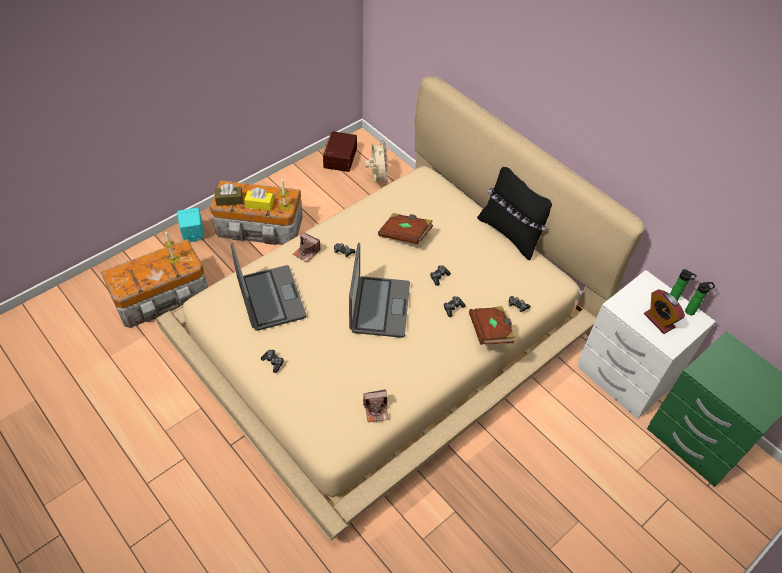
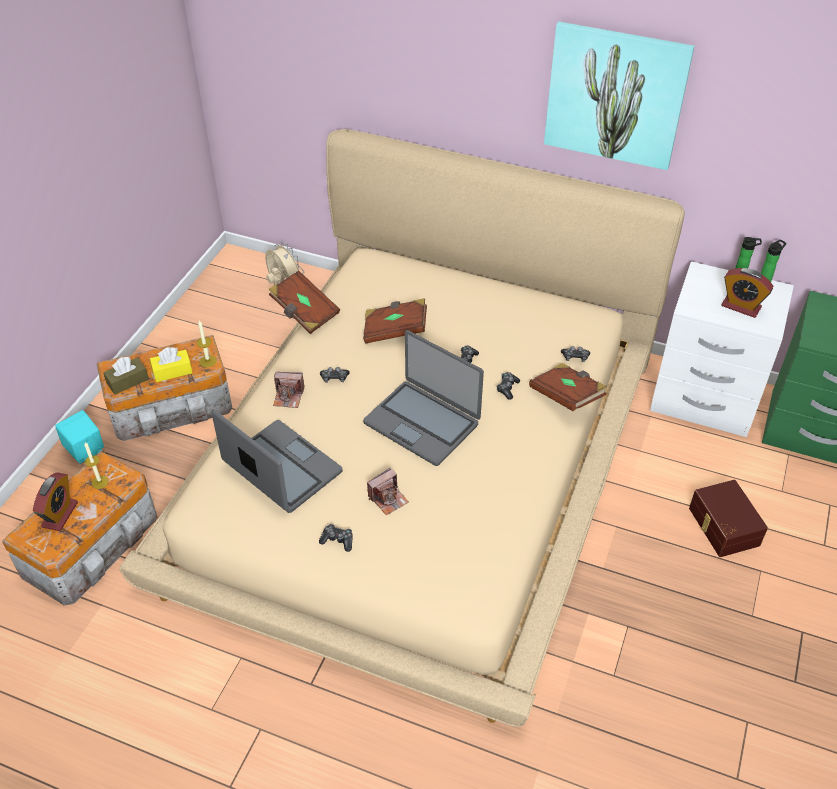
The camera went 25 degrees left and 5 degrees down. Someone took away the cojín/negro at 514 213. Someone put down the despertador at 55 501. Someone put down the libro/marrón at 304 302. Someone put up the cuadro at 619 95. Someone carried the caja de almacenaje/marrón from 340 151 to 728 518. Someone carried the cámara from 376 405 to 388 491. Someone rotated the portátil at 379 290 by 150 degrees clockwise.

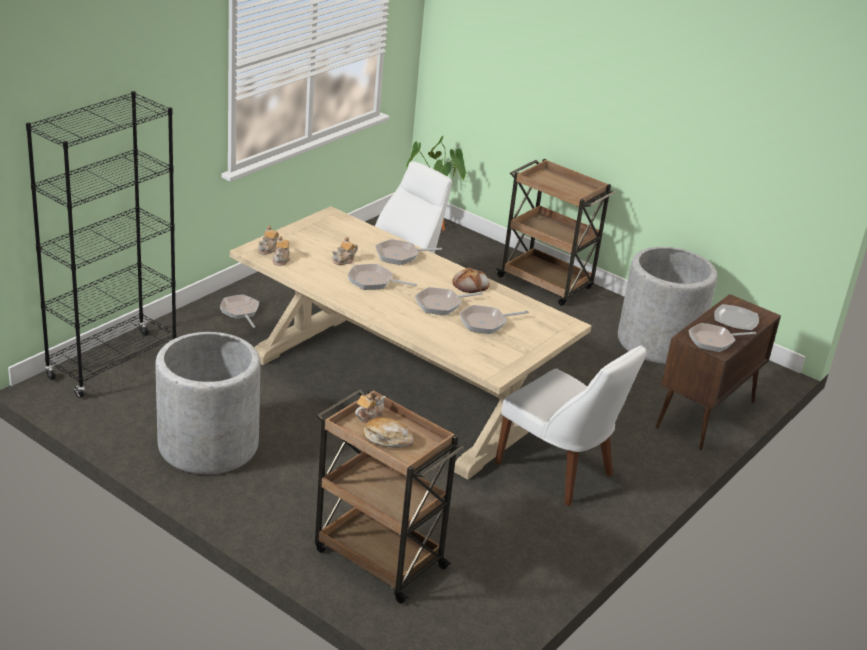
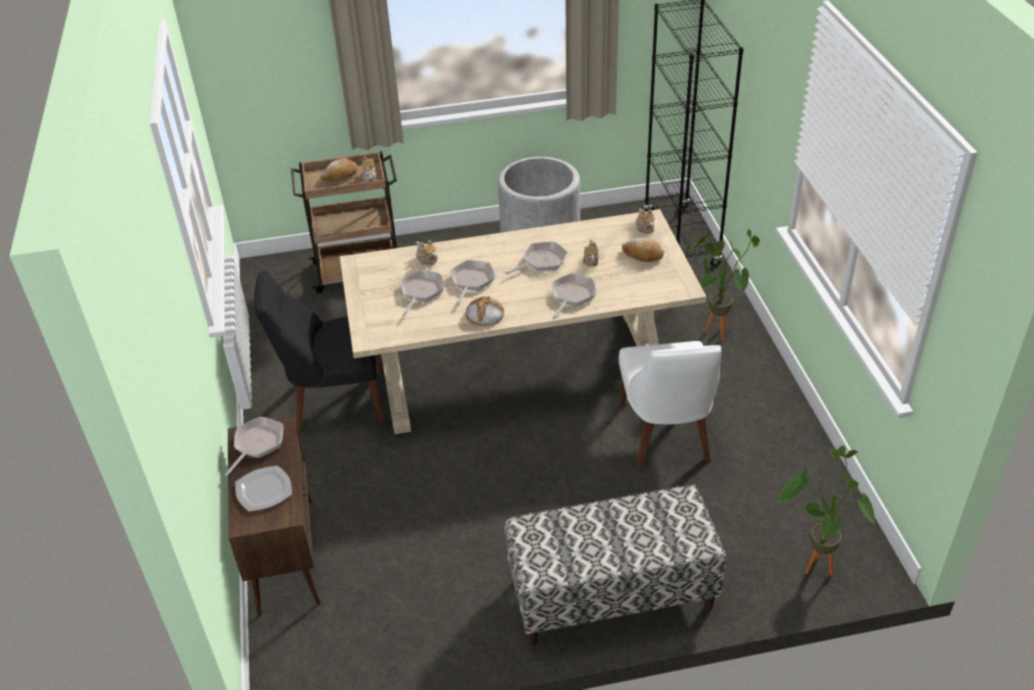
The camera went 135 degrees right and 10 degrees up. Someone took away the maceta/gris at 667 305. Someone put down the pan at 643 250. Someone carried the tetera from 281 251 to 427 252. Someone swapped the sartén at 239 311 for the planta en maceta at 723 284. Someone swapped the carrito/marrón at 556 232 for the banco at 615 565. Someone repainted the silla/blanco at 570 426, which became the silla/negro at 319 350.

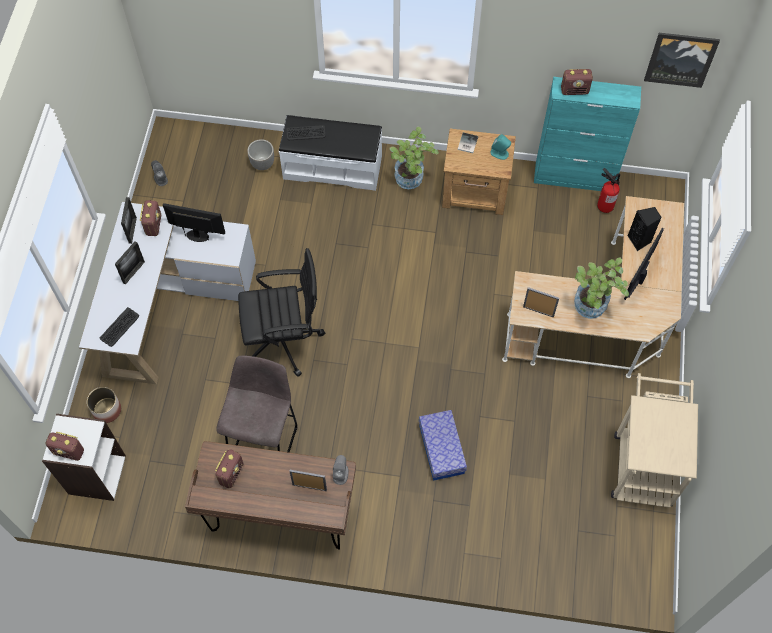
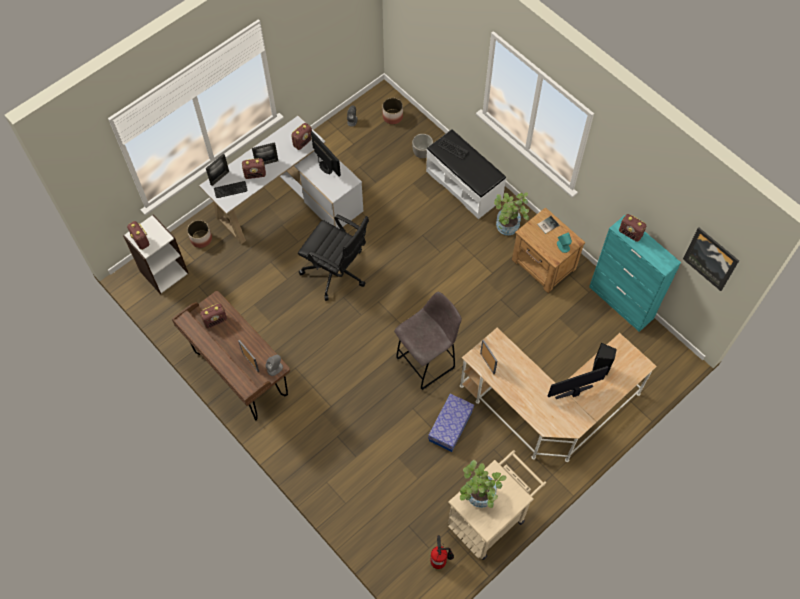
The camera went 40 degrees right and 0 degrees up. Someone put down the radio at 254 168. Someone put down the maceta at 393 111. Someone carried the portarretratos from 129 220 to 217 170. Someone carried the taburete/gris from 257 404 to 428 341. Someone carried the caja de almacenaje from 443 445 to 451 423. Someone carried the planta en maceta from 601 288 to 483 484. Someone carried the extintor from 608 190 to 442 552.

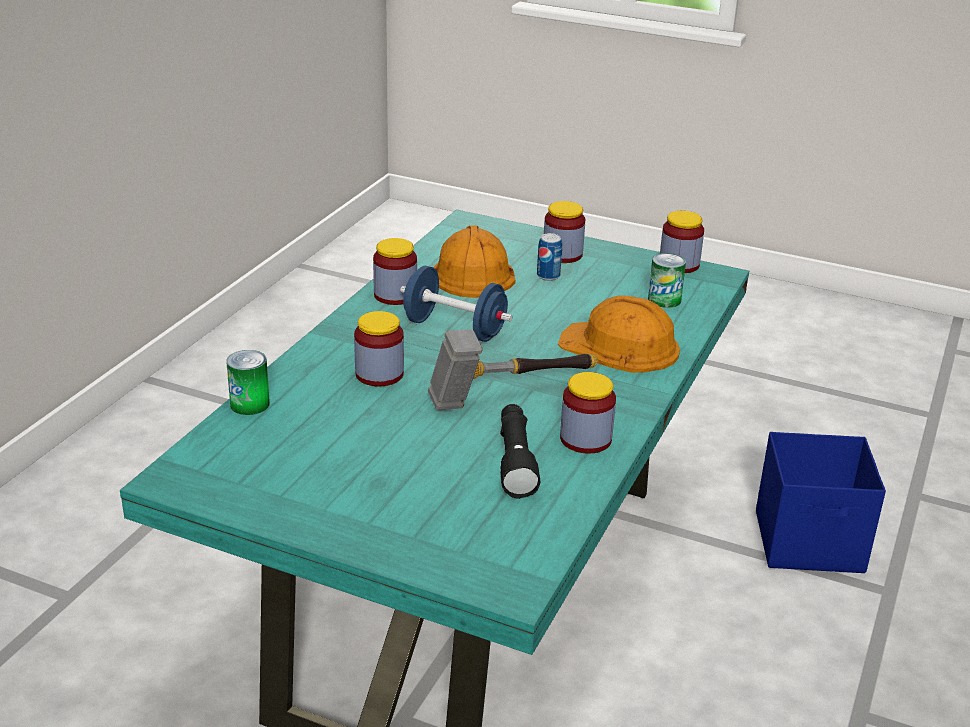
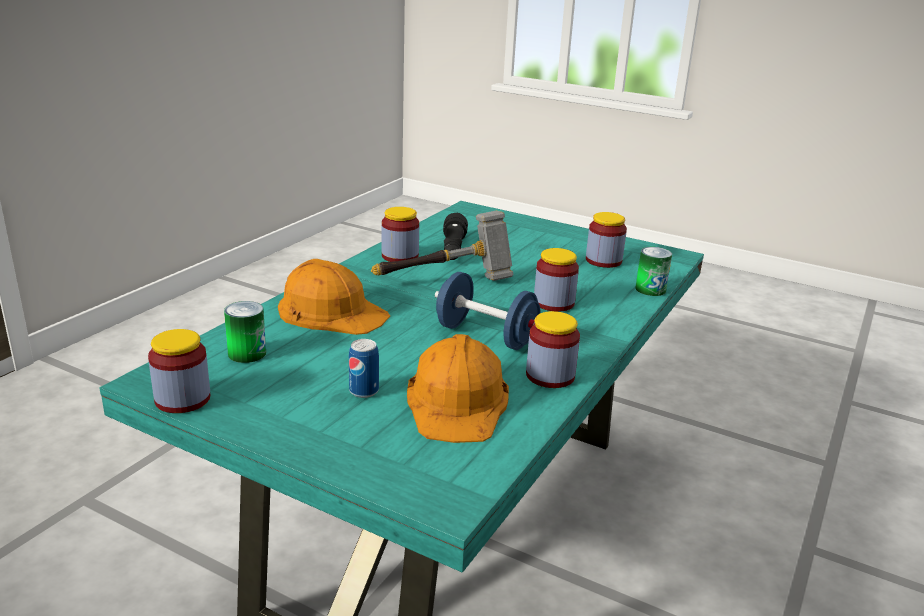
The camera went 175 degrees left and 5 degrees down. Someone took away the caja de almacenaje/azul at 821 502. Someone carried the tarro from 564 232 to 606 240.

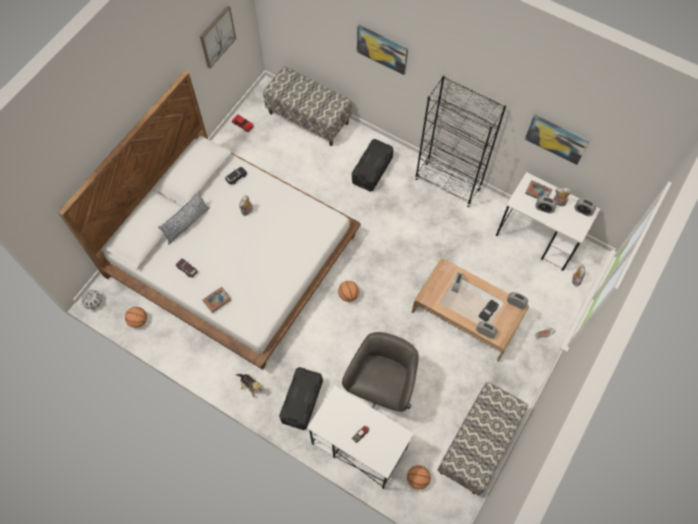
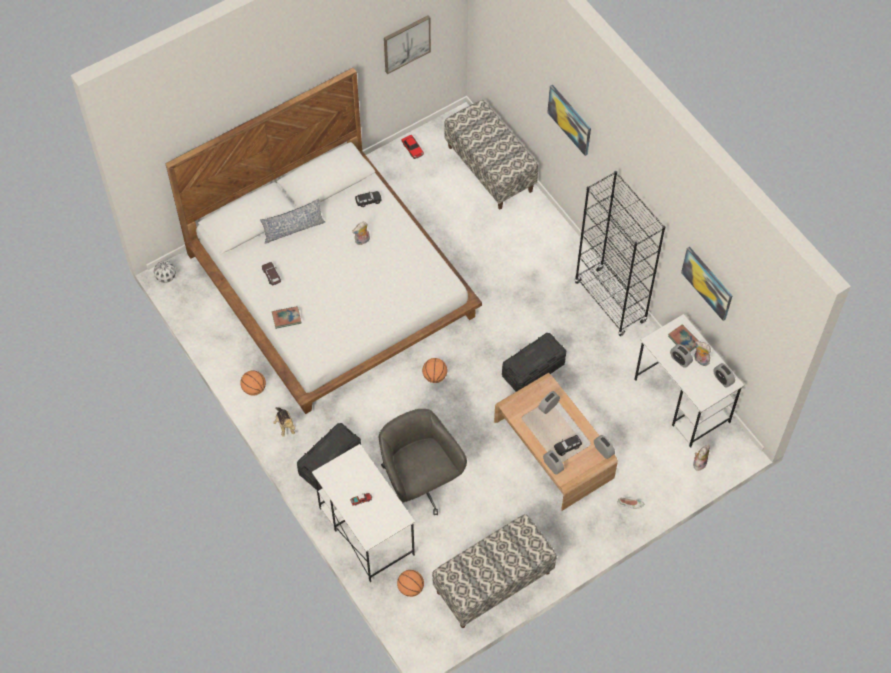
The camera went 25 degrees right and 5 degrees down. Someone carried the balón de baloncesto from 136 317 to 253 383. Someone carried the caja de almacenaje/negro from 373 165 to 534 362. Someone rotated the silla de oficina/gris at 380 372 by 75 degrees counterclockwise.

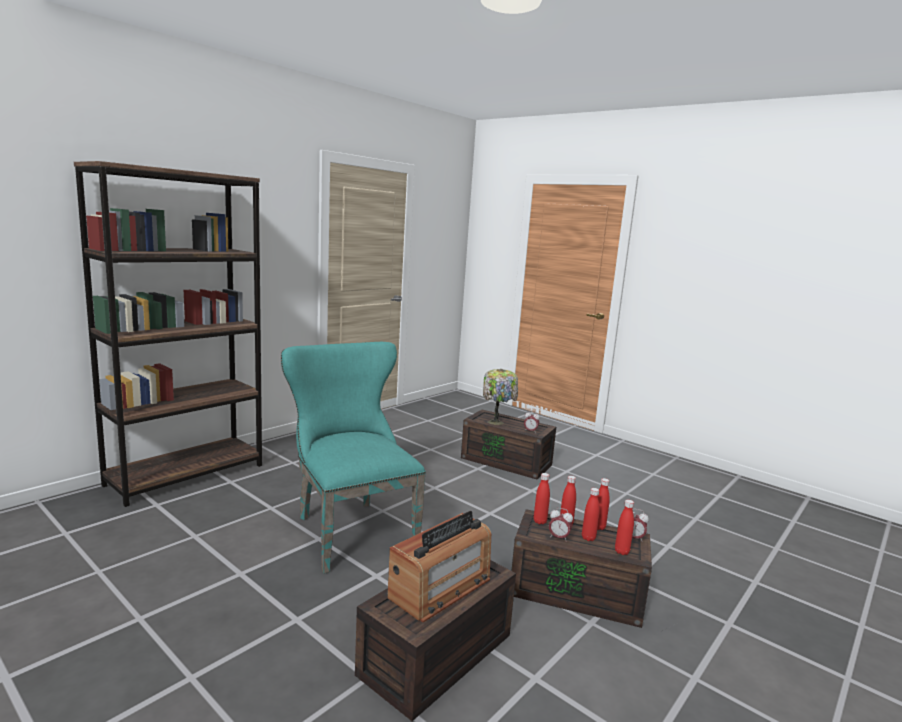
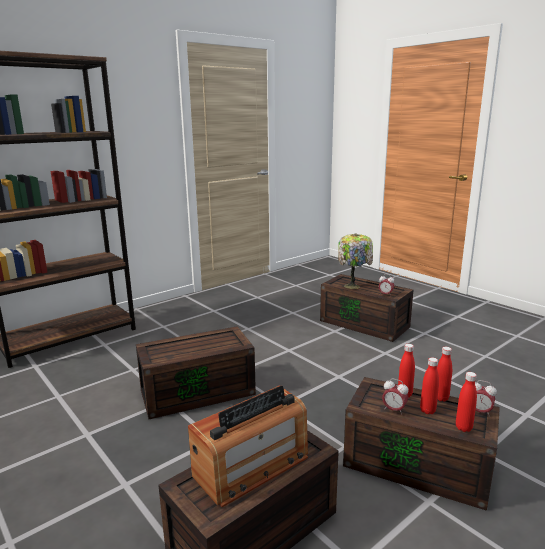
The camera went 10 degrees right and 5 degrees up. Someone took away the botella/rojo at 542 498. Someone swapped the silla/turquesa at 353 458 for the caja de almacenaje/marrón at 196 372.

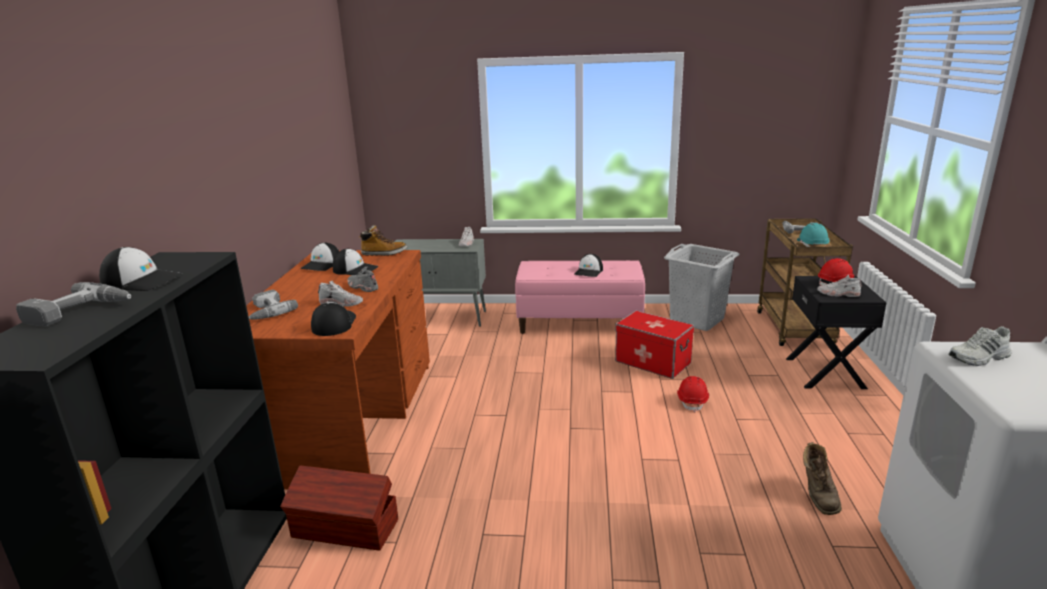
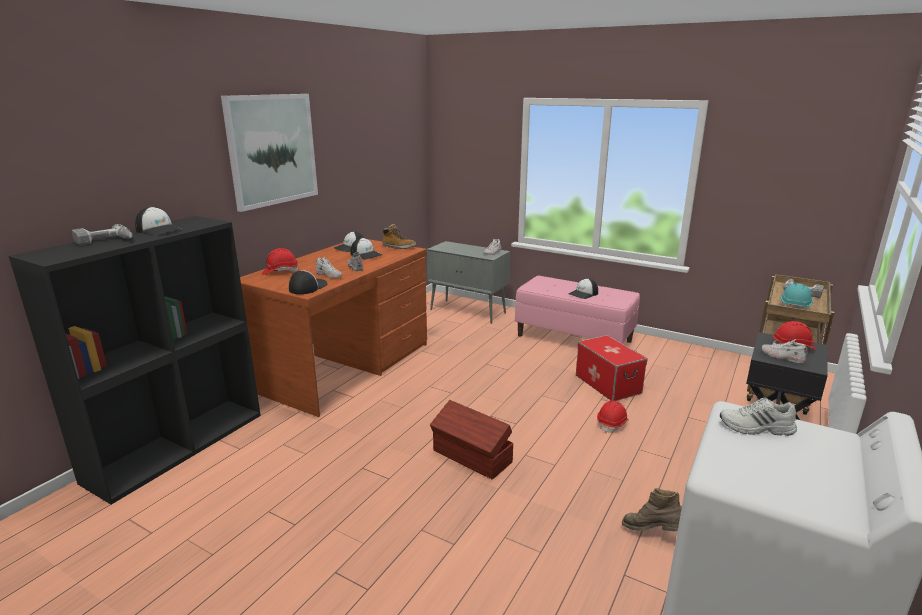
The camera went 25 degrees right and 0 degrees up. Someone took away the cesto de la ropa/gris at 701 287. Someone put up the cuadro at 269 153. Someone carried the caja de almacenaje/marrón from 339 508 to 471 439. Someone swapped the taladro at 273 304 for the casco/rojo at 280 261. Someone rotated the bota/marrón at 822 478 by 90 degrees clockwise.

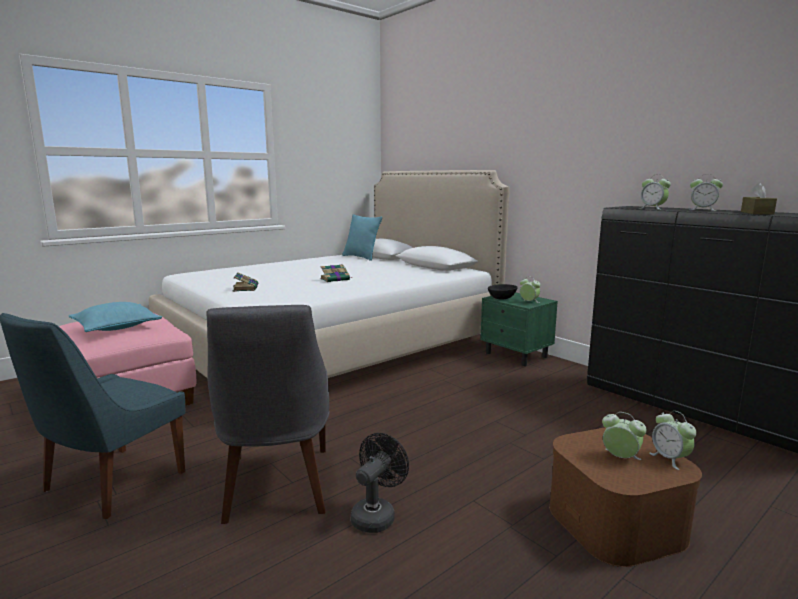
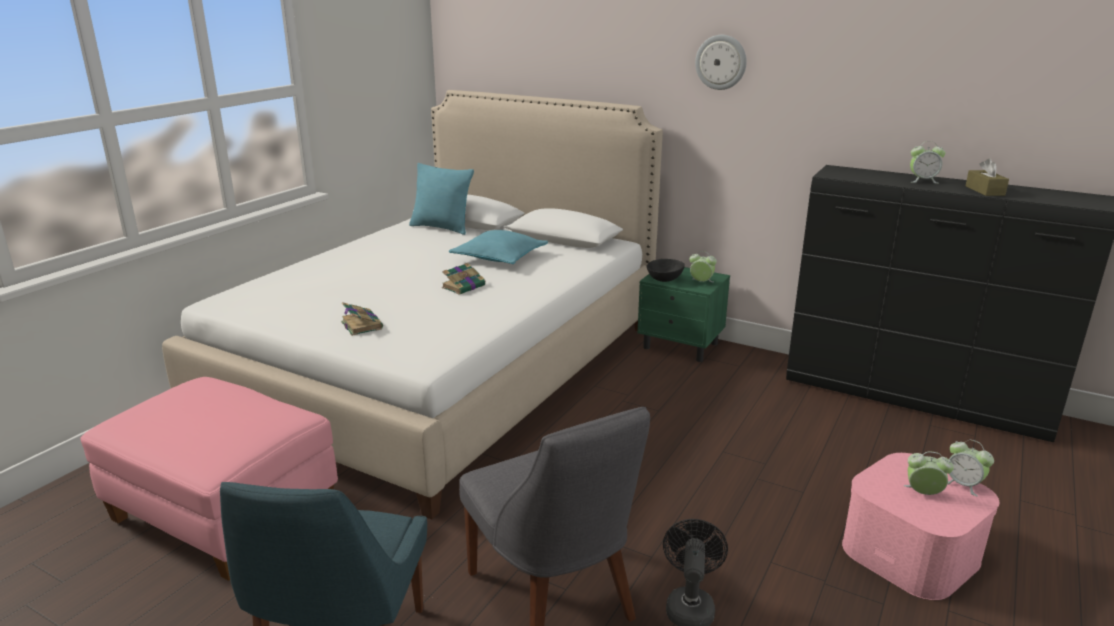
The camera went 20 degrees left and 10 degrees up. Someone took away the despertador at 655 192. Someone put up the reloj de pared at 721 62. Someone carried the cojín/turquesa from 115 317 to 498 247. Someone repainted the caja de almacenaje/marrón at 625 497, which became the caja de almacenaje/rosa at 921 526.

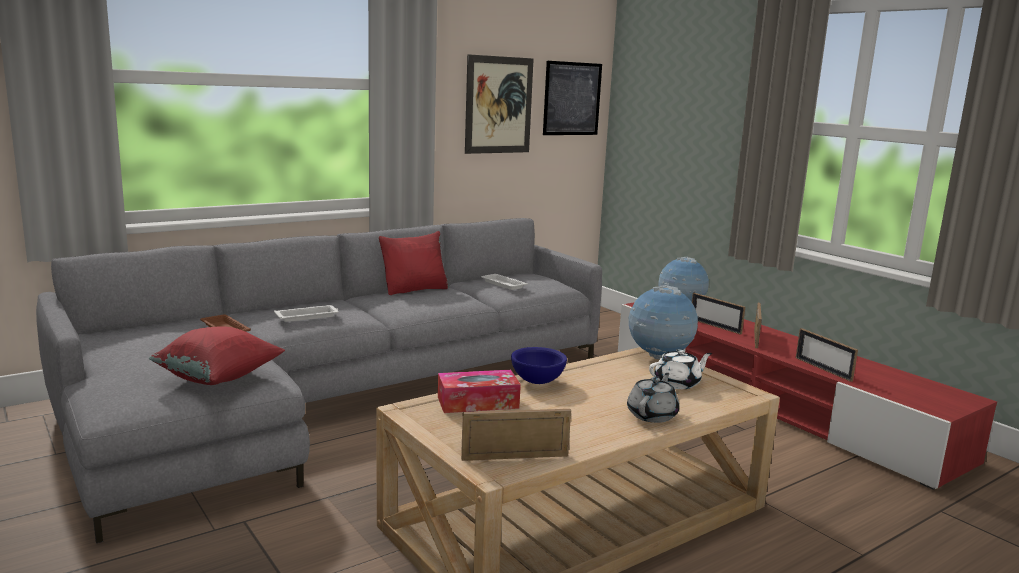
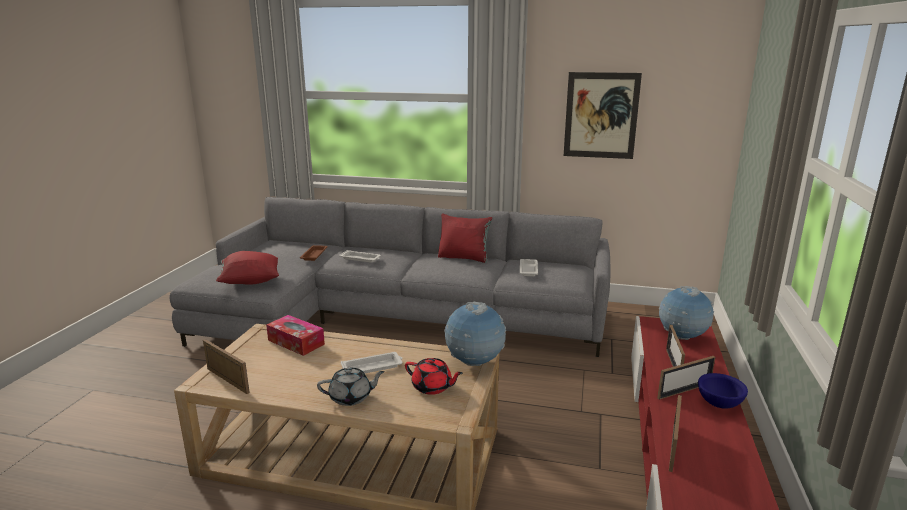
The camera went 50 degrees right and 5 degrees up. Someone took away the cuadro at 572 98. Someone put down the bandeja/blanco at 371 362. Someone carried the cuenco/azul from 539 365 to 723 391. Someone repainted the tetera/blanco at 680 369, which became the tetera/rojo at 434 376.

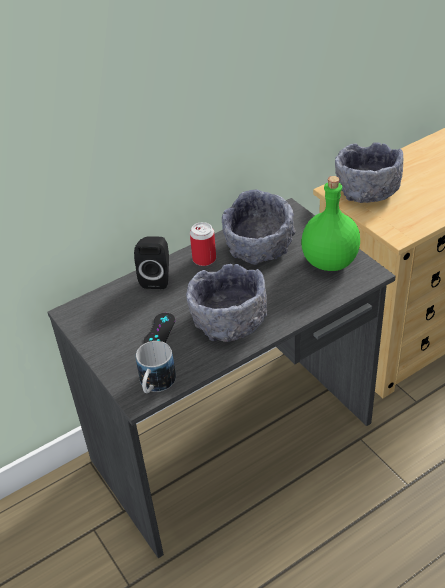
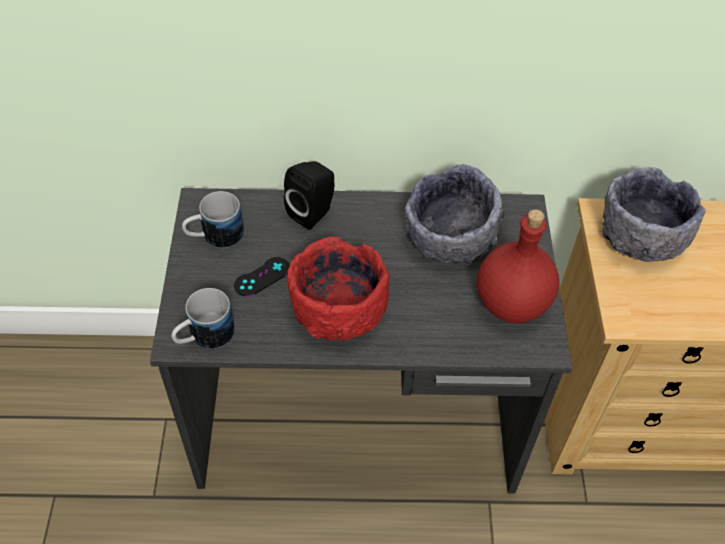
The camera went 30 degrees right and 10 degrees up. Someone took away the lata at 203 244. Someone put down the taza grande at 213 219. Someone repainted the cuenco/gris at 226 303, which became the cuenco/rojo at 338 289. Someone repainted the botella/verde at 330 223, which became the botella/rojo at 518 266.

